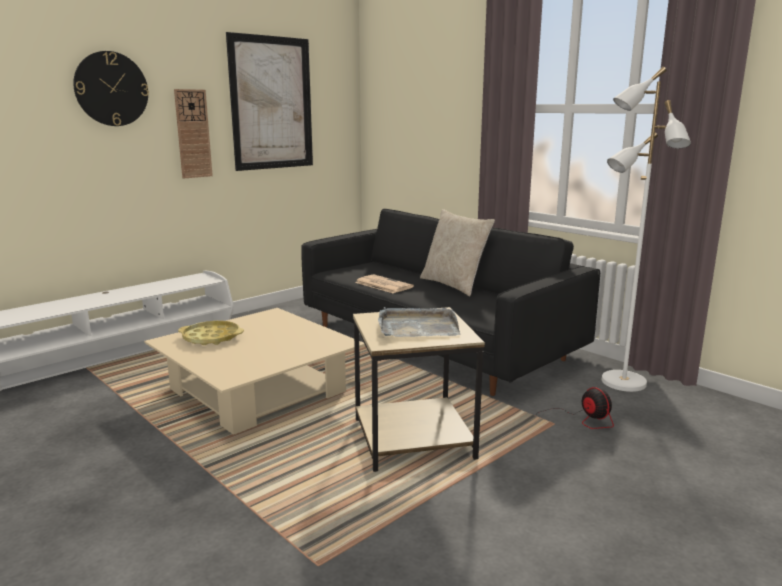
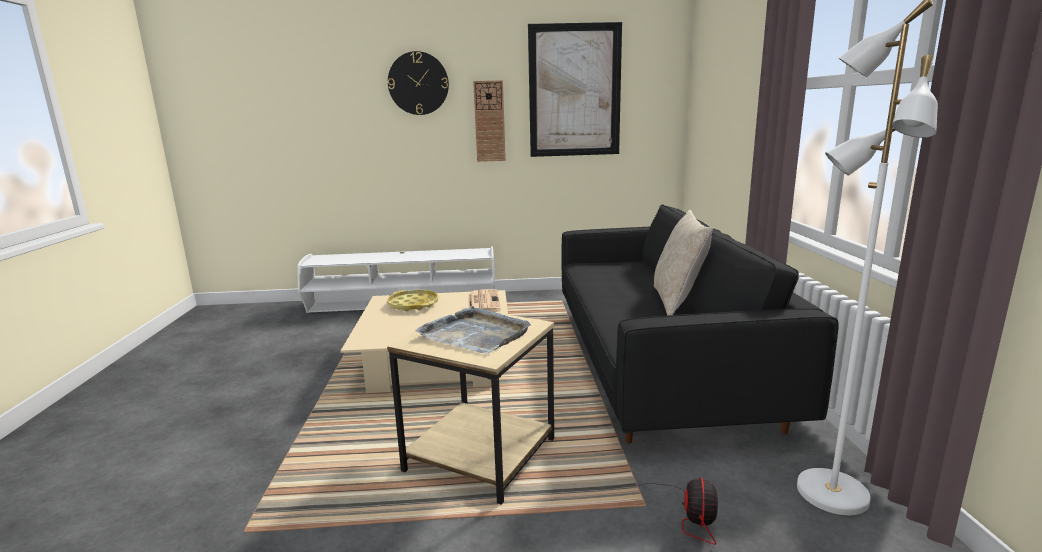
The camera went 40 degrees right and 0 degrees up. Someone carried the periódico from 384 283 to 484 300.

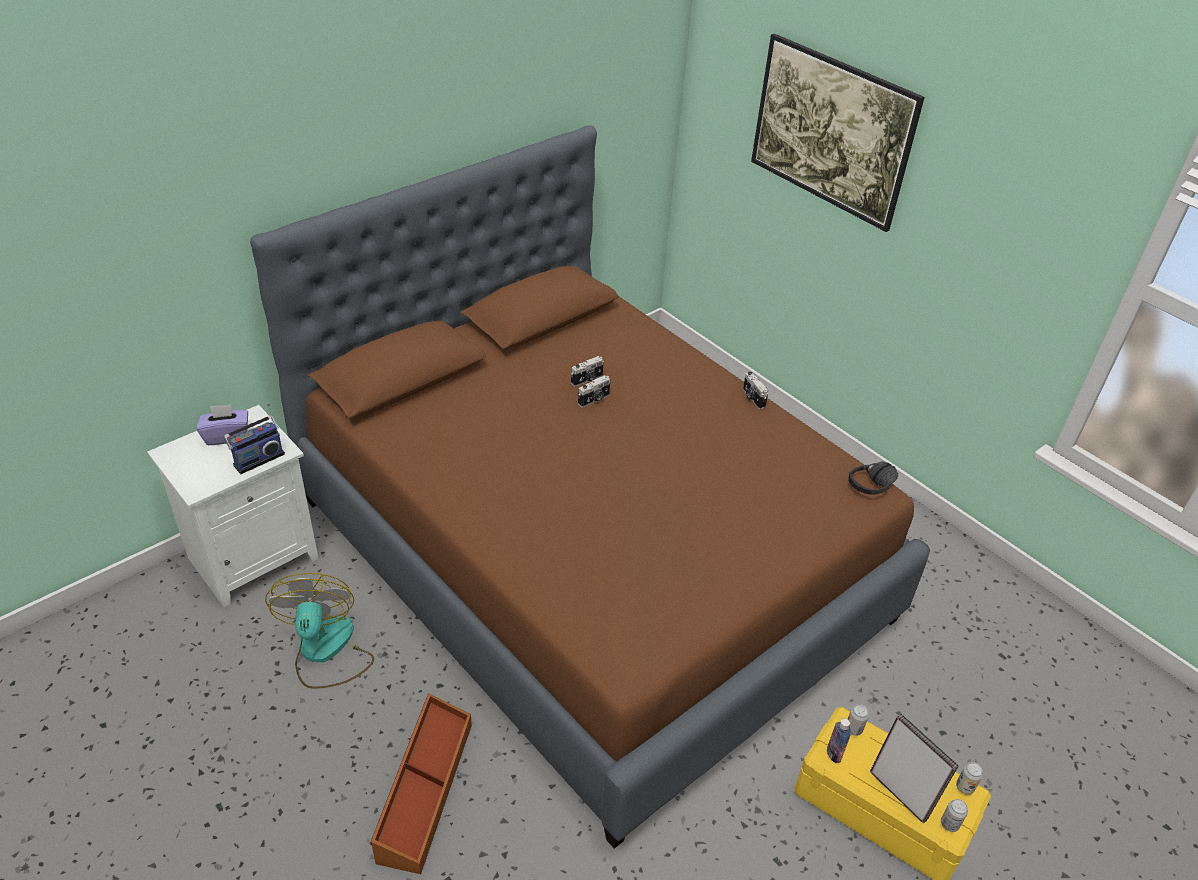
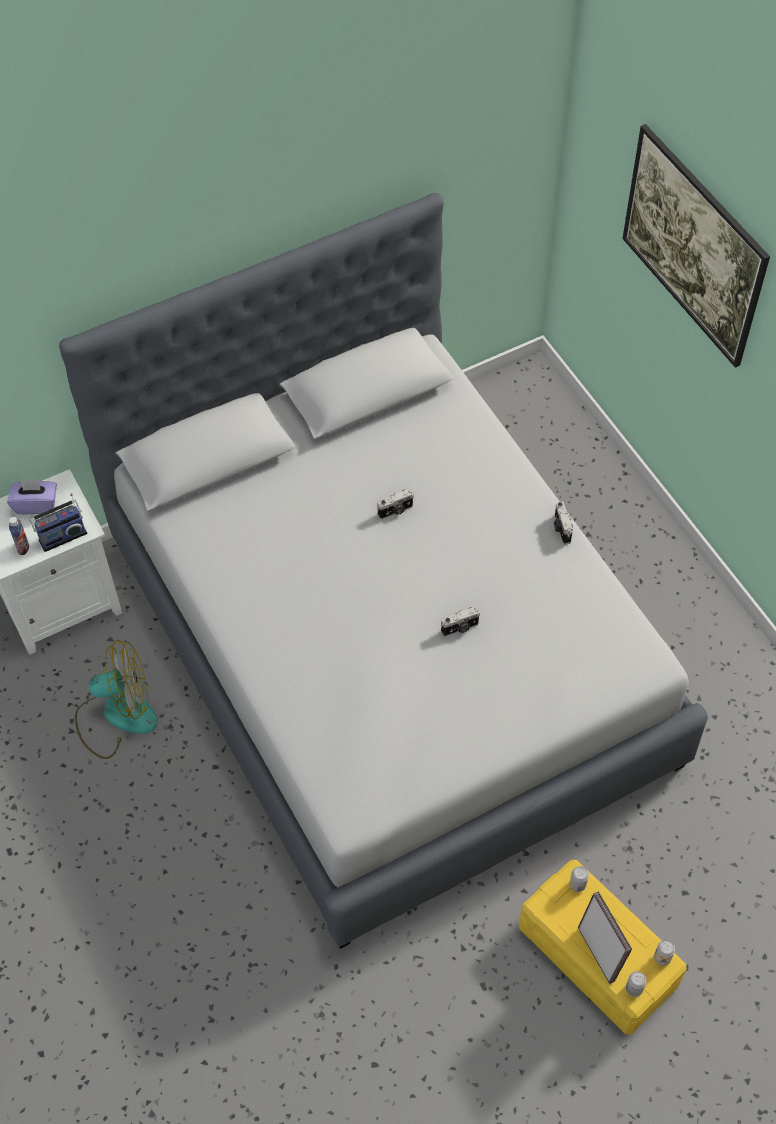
The camera went 15 degrees right and 15 degrees up. Someone took away the caja de almacenaje/marrón at 421 783. Someone took away the auriculares/negro at 873 478. Someone carried the cámara from 587 371 to 460 621. Someone carried the botella from 839 741 to 19 536. Someone repainted the cama/marrón at 590 487, which became the cama/gris at 383 571. Someone rotated the ventilador at 319 631 by 75 degrees clockwise.

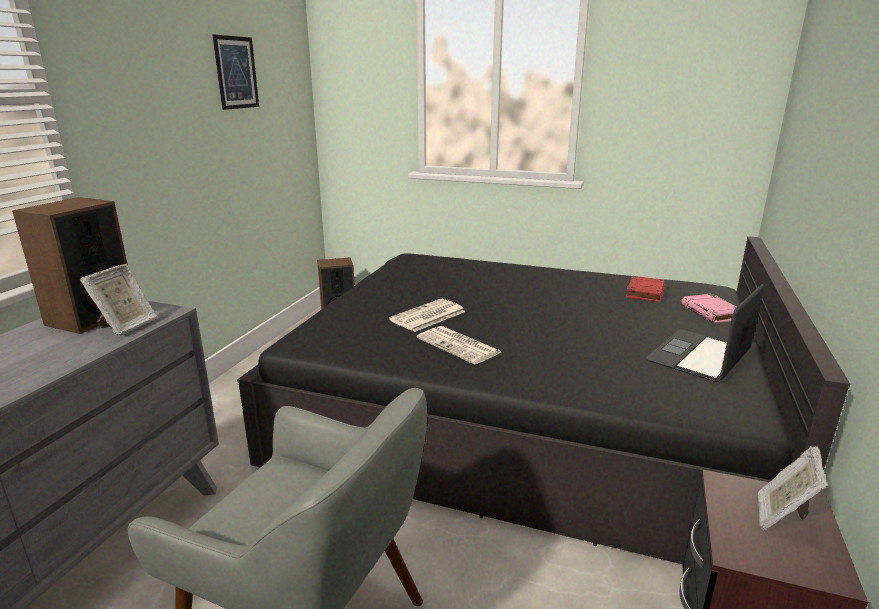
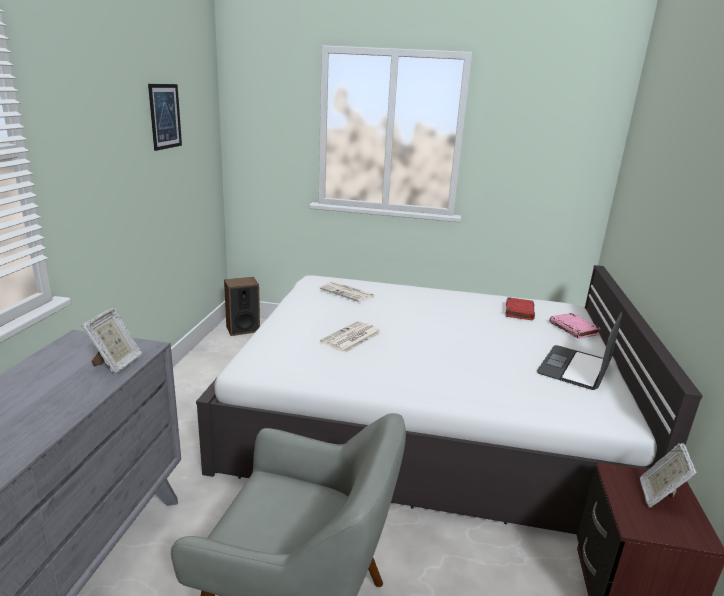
The camera went 10 degrees left and 0 degrees up. Someone took away the altavoz at 70 265. Someone carried the periódico from 458 345 to 347 292. Someone repainted the cama/negro at 543 400, which became the cama/blanco at 449 399.

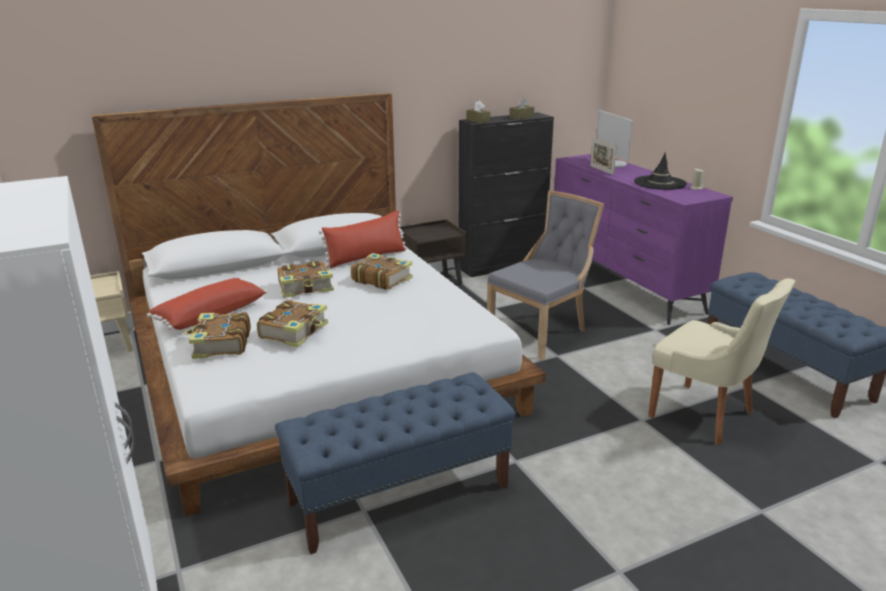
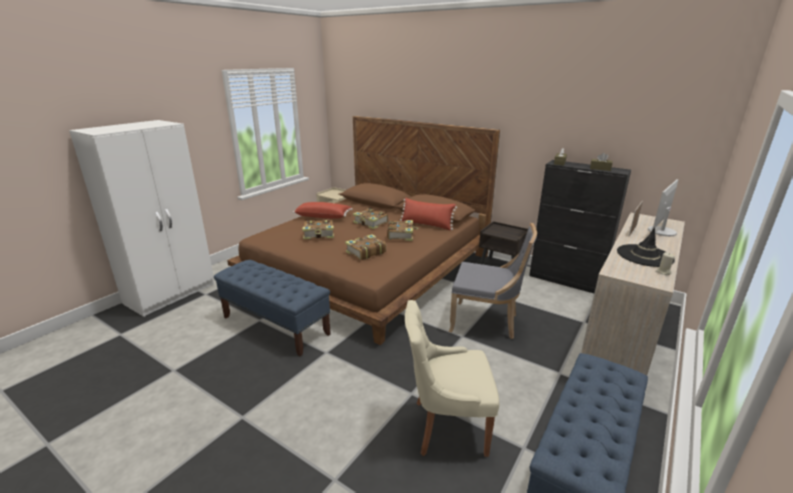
The camera went 60 degrees right and 0 degrees up. Someone carried the libro from 217 335 to 365 247. Someone repainted the cama/blanco at 318 304, which became the cama/marrón at 363 230. Someone repainted the cómoda/morado at 643 239, which became the cómoda/beis at 633 294. Someone rotated the silla/beis at 721 361 by 75 degrees clockwise.

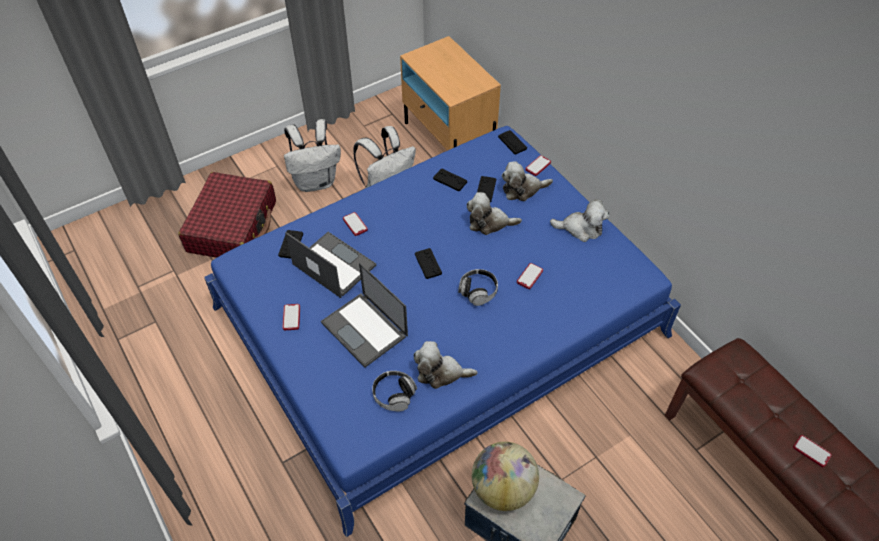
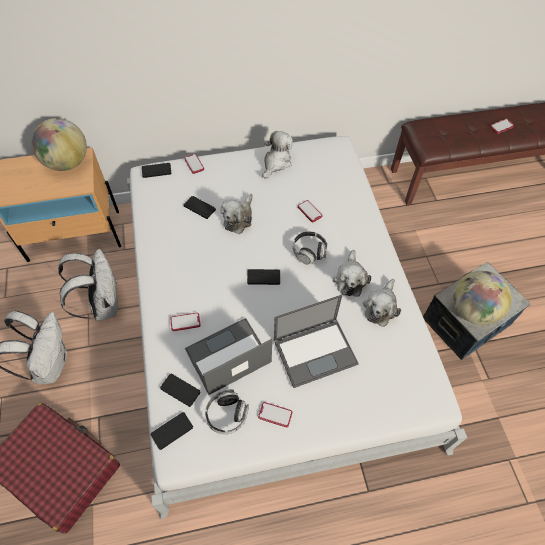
The camera went 70 degrees left and 5 degrees up. Someone put down the globo terráqueo at 59 144. Someone carried the auriculares from 394 391 to 227 411. Someone carried the mando de consola/negro from 450 180 to 171 431. Someone carried the peluche from 527 181 to 352 273. Someone repainted the cama/azul at 442 331, which became the cama/blanco at 297 327.

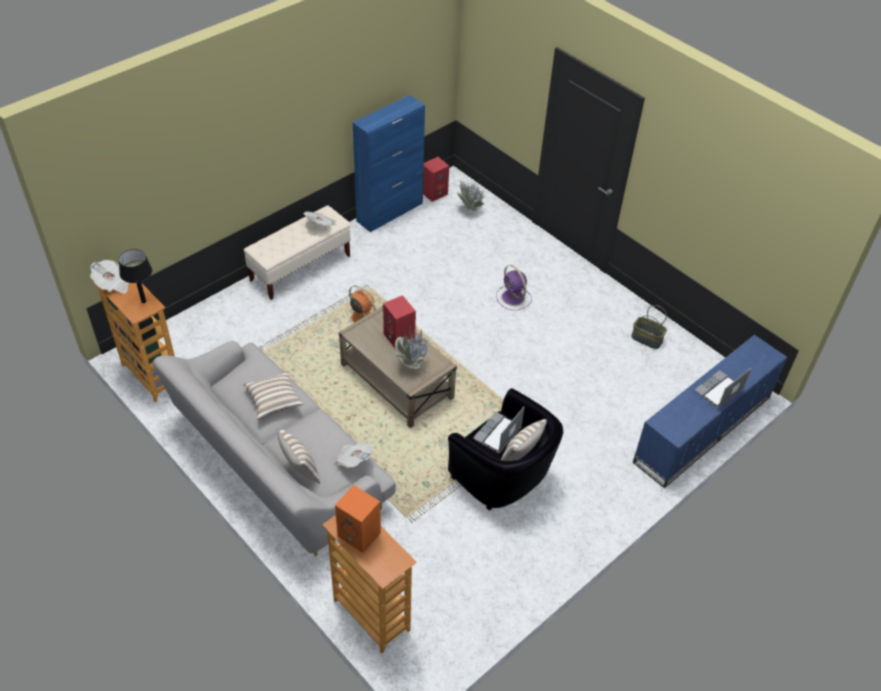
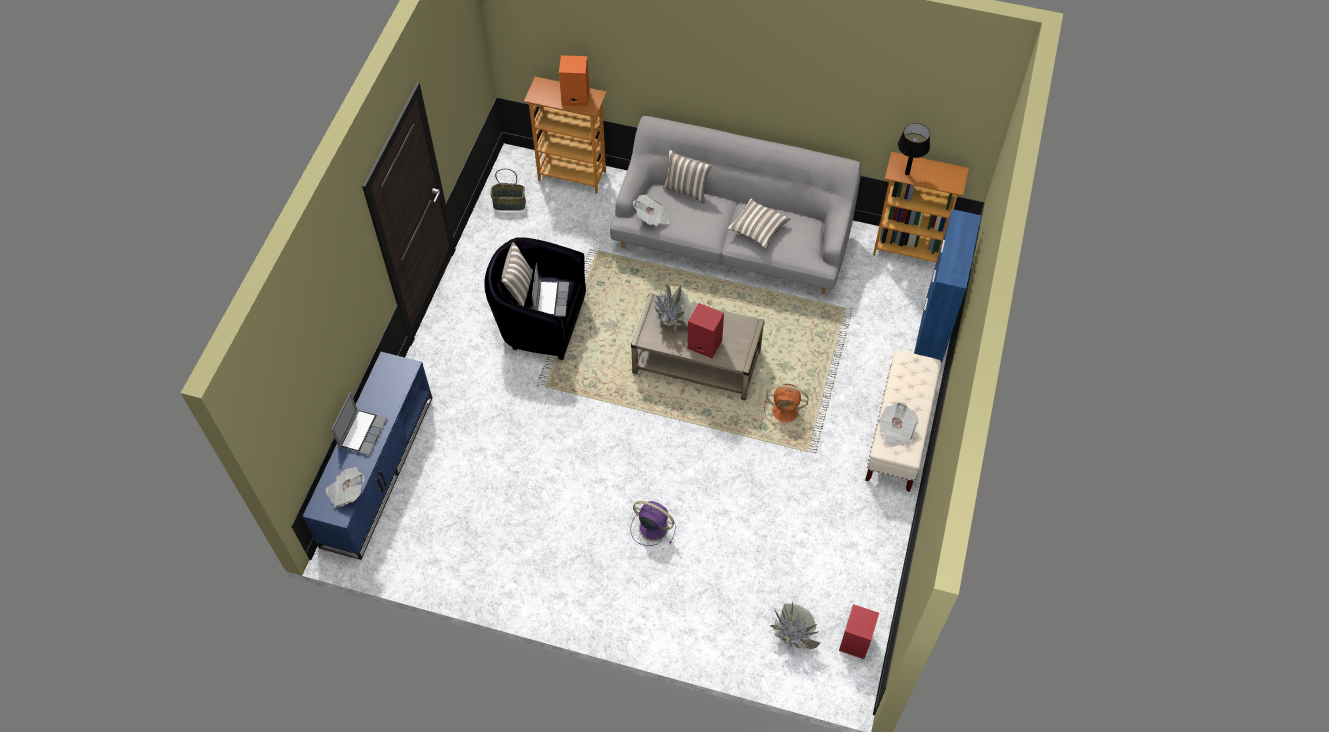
The camera went 150 degrees right and 10 degrees up. Someone carried the periódico from 109 276 to 345 487. Someone carried the armario/azul from 388 163 to 947 286. Someone carried the cesta from 649 327 to 508 190.

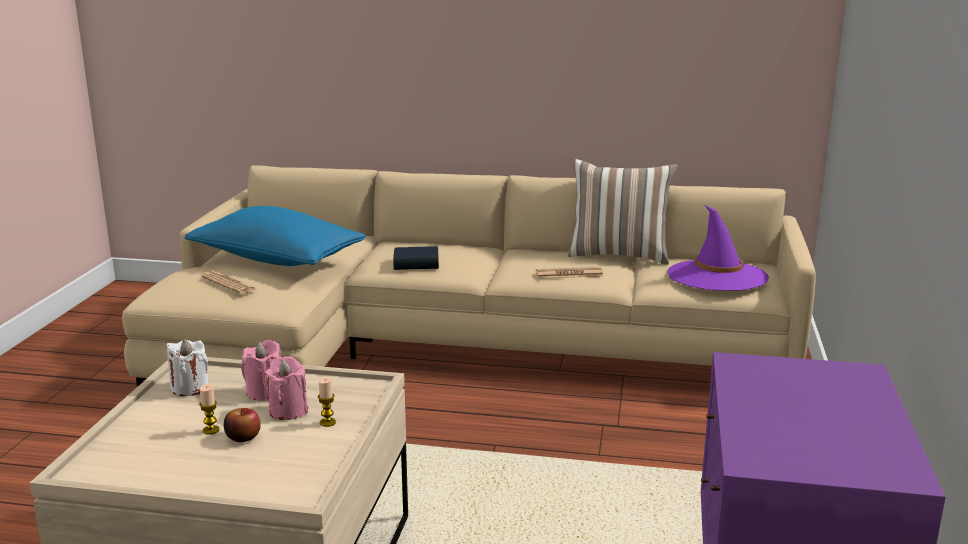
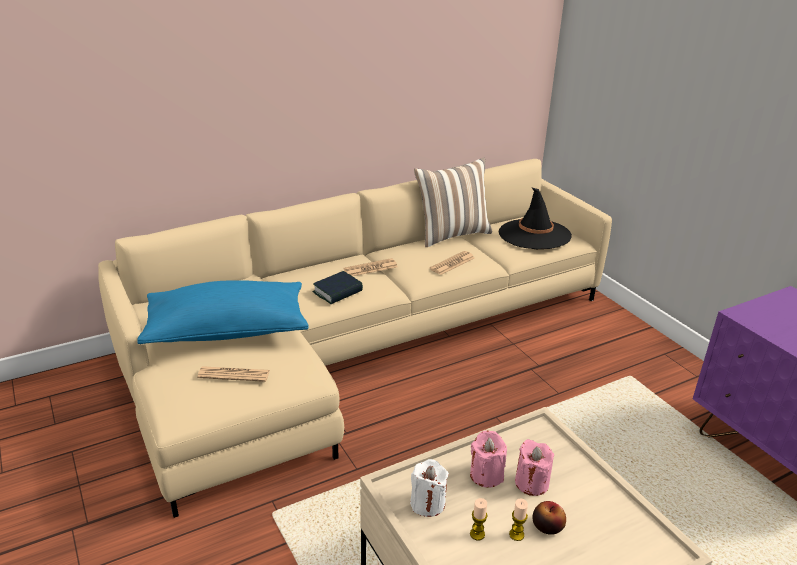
The camera went 40 degrees left and 10 degrees up. Someone put down the periódico at 370 267. Someone carried the vela from 327 402 to 478 519. Someone repainted the sombrero/morado at 718 248, which became the sombrero/negro at 535 218.

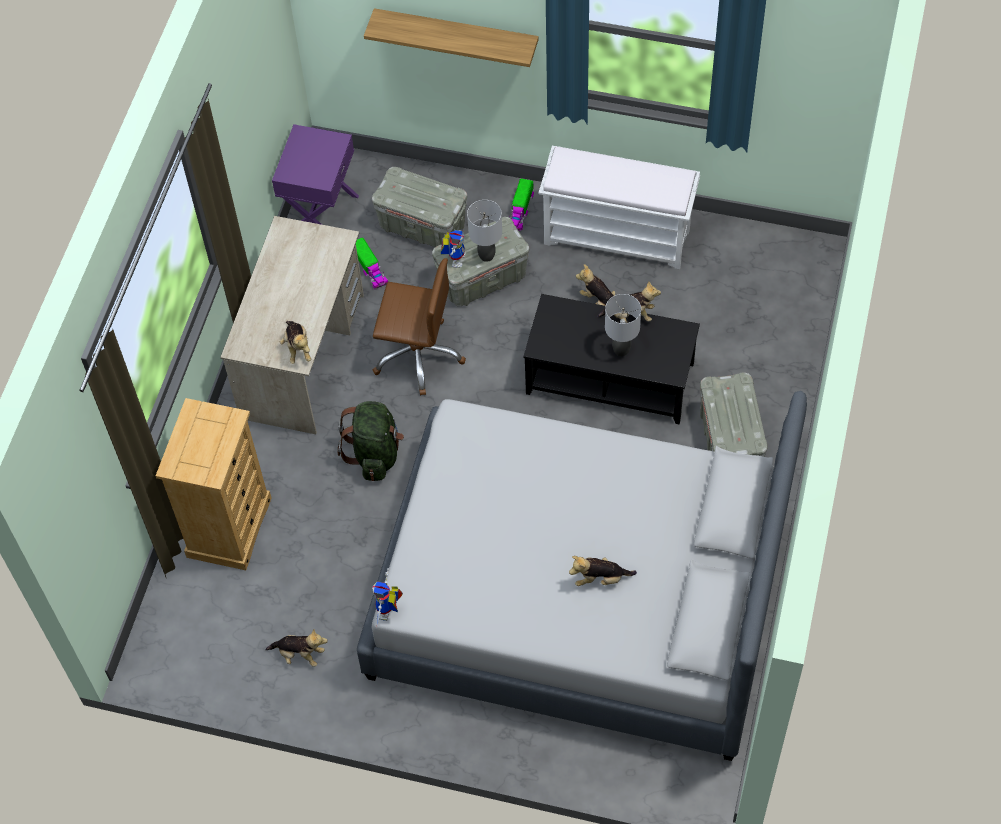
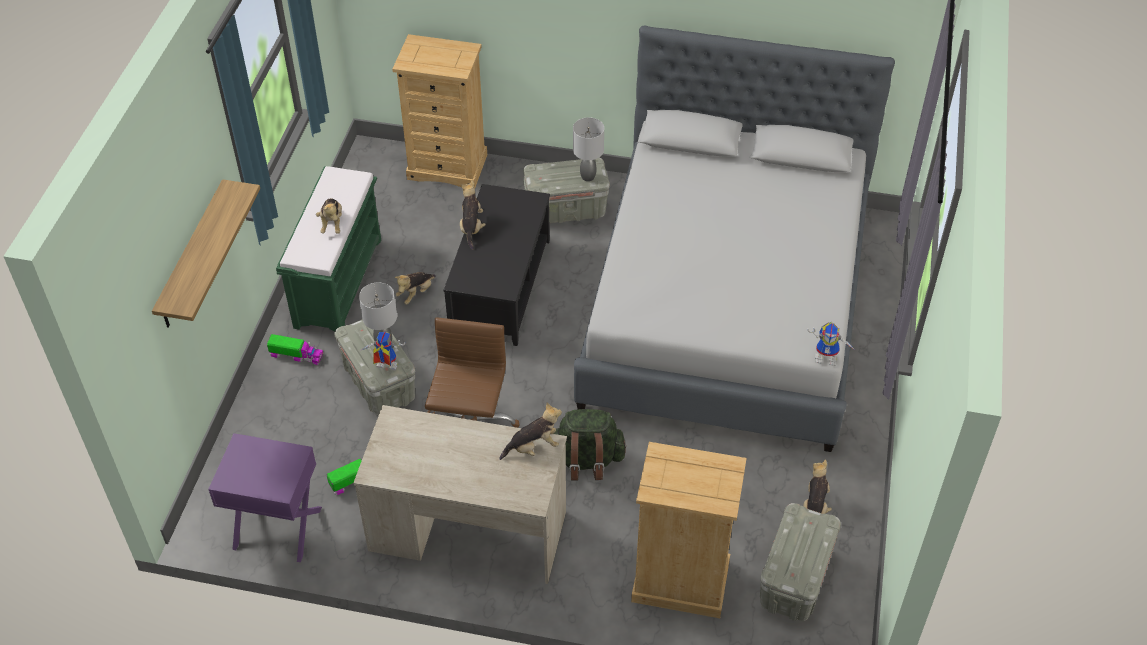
The camera went 95 degrees left and 10 degrees down. Someone put down the cómoda/beis at 439 111. Someone carried the caja de almacenaje/gris from 419 207 to 800 562. Someone carried the peluche from 603 571 to 329 216. Someone carried the lámpara de mesa/gris from 623 325 to 588 149. Someone repainted the banco/blanco at 619 207, which became the banco/verde at 328 248.

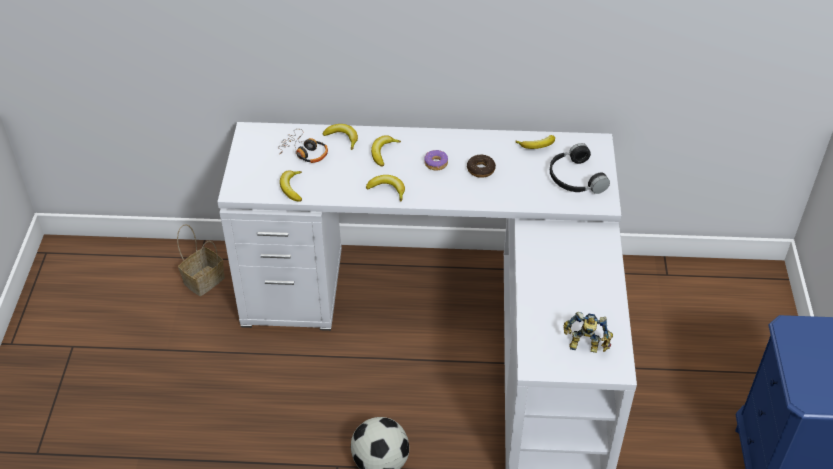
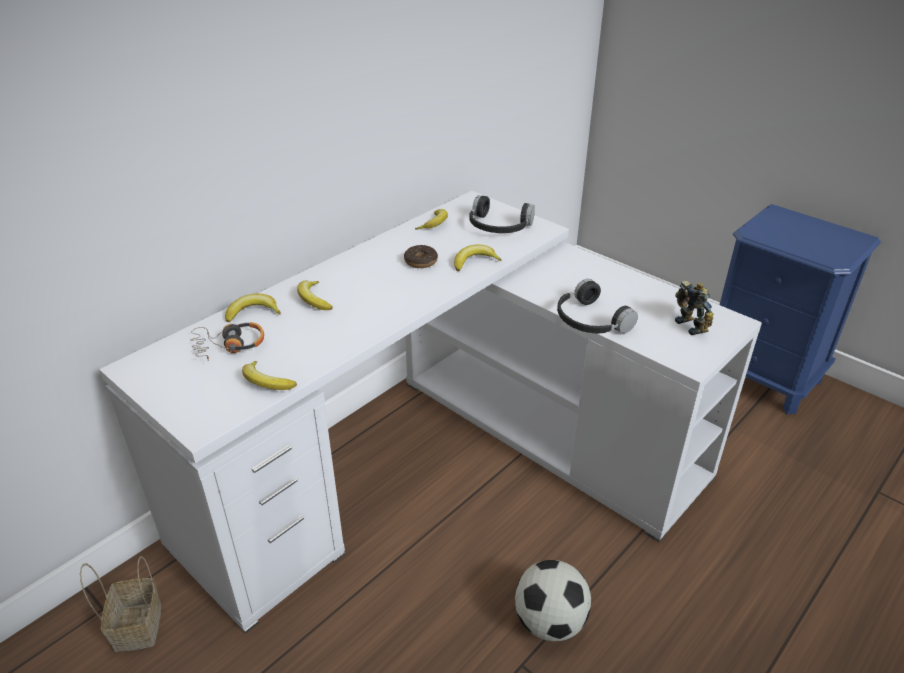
The camera went 50 degrees left and 10 degrees down. Someone took away the rosquilla at 436 160. Someone put down the auriculares/negro at 597 306. Someone carried the plátano from 385 188 to 478 258. Someone rotated the robot de juguete at 588 332 by 75 degrees counterclockwise.

